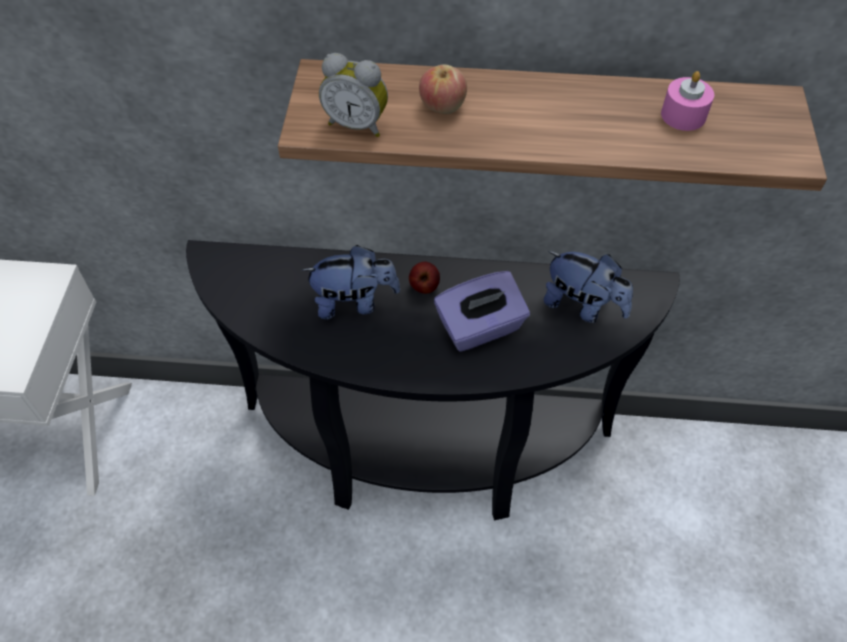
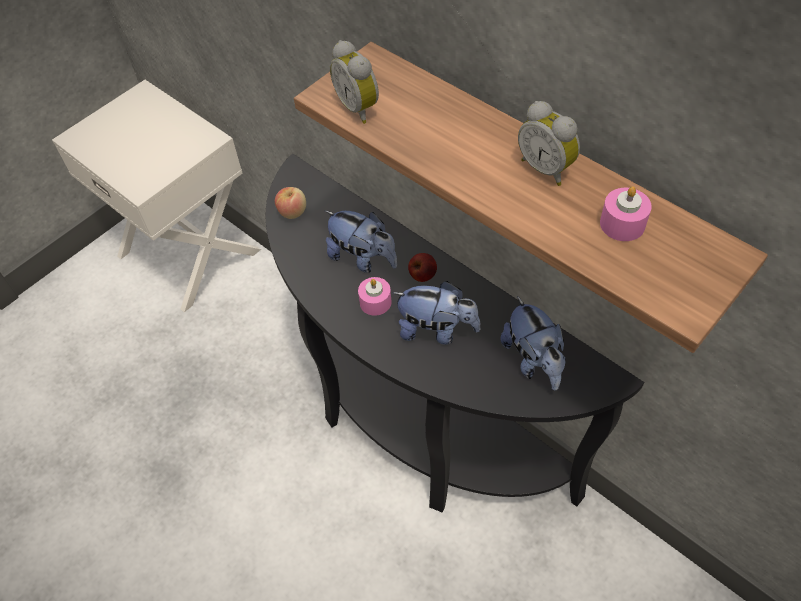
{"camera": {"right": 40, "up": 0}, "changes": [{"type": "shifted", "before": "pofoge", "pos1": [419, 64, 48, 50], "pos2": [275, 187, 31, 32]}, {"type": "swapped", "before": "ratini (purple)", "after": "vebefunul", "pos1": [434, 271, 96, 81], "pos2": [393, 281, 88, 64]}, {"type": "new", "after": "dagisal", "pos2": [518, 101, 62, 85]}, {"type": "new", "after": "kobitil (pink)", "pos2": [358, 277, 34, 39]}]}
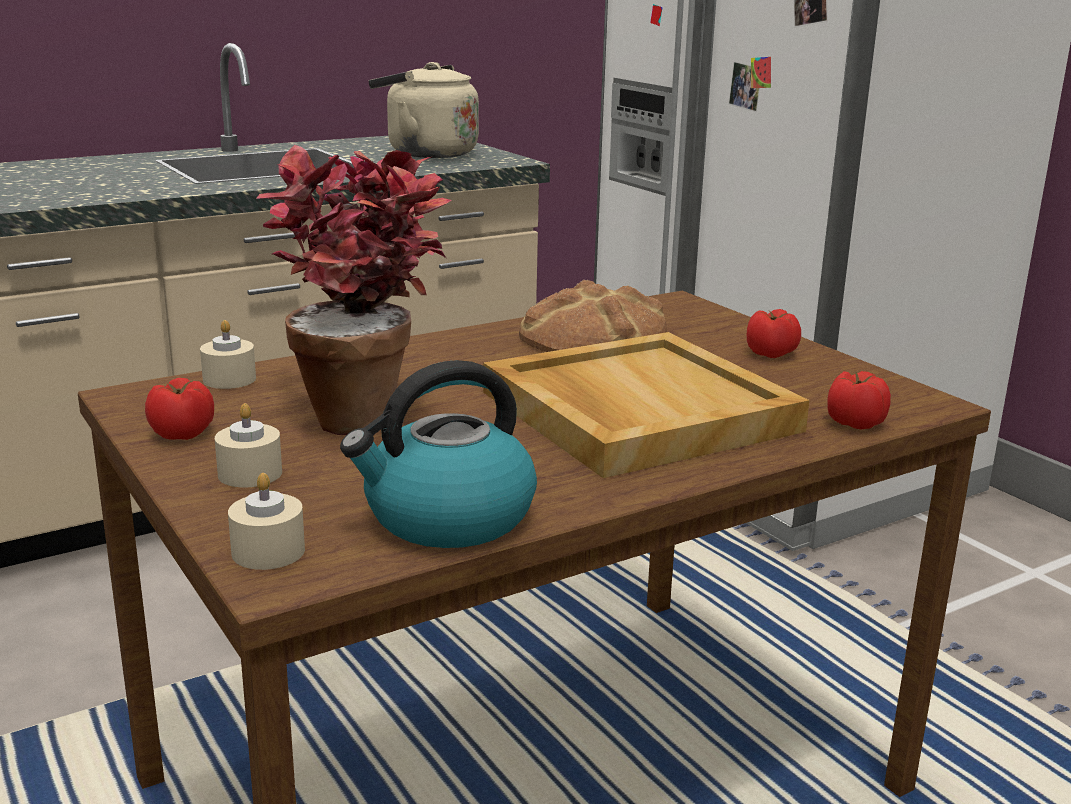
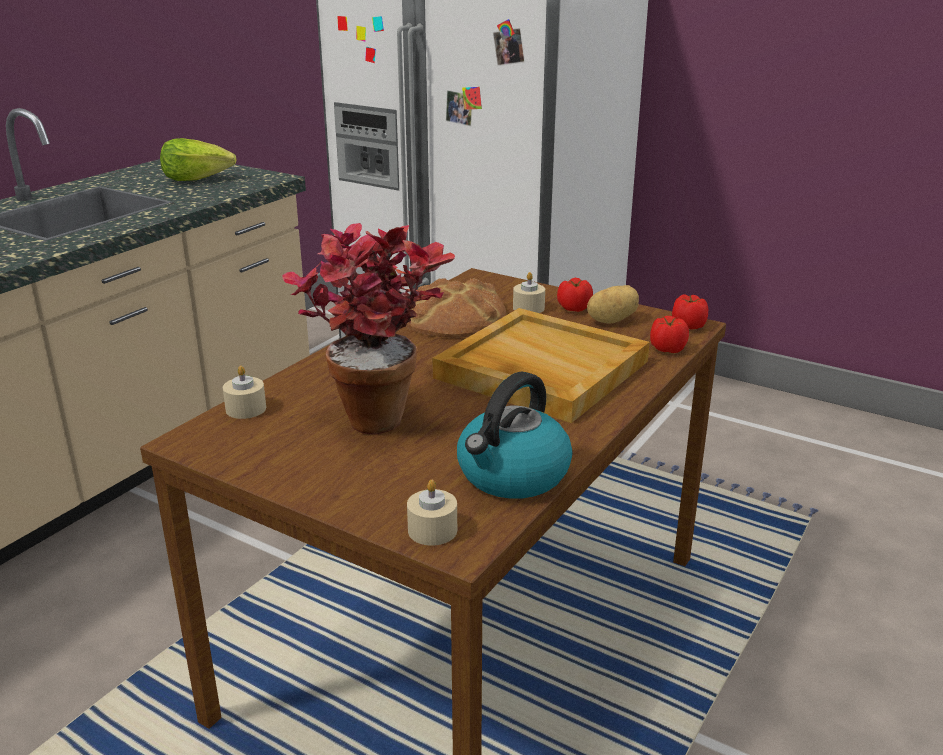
{"camera": {"right": -25, "up": 5}, "changes": [{"type": "swapped", "before": "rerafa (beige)", "after": "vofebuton", "pos1": [369, 62, 110, 96], "pos2": [160, 138, 77, 43]}, {"type": "shifted", "before": "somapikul", "pos1": [145, 378, 69, 62], "pos2": [672, 294, 36, 35]}, {"type": "shifted", "before": "kobitil (beige)", "pos1": [215, 403, 67, 84], "pos2": [513, 272, 32, 41]}, {"type": "new", "after": "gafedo", "pos2": [587, 285, 52, 39]}]}
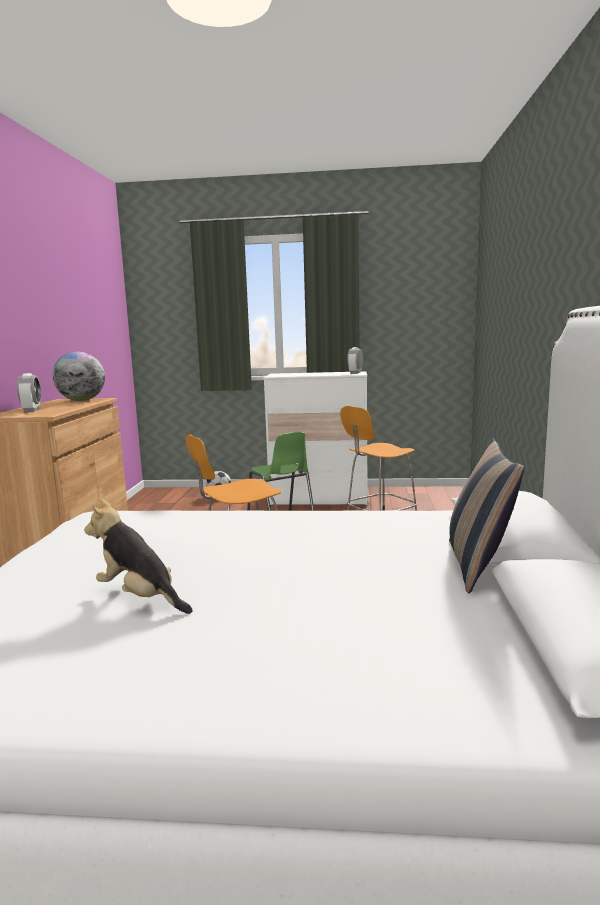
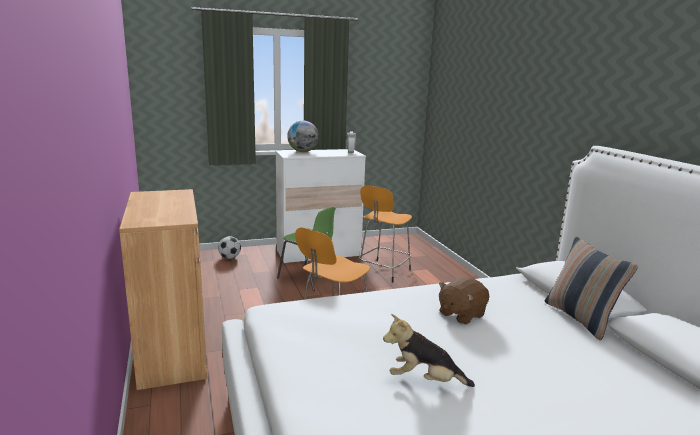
{"camera": {"right": -25, "up": 5}, "changes": [{"type": "shifted", "before": "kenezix", "pos1": [53, 352, 52, 49], "pos2": [287, 121, 32, 31]}, {"type": "gone", "before": "dagisal", "pos1": [17, 373, 24, 39]}, {"type": "new", "after": "vebefunul (brown)", "pos2": [439, 277, 50, 47]}]}
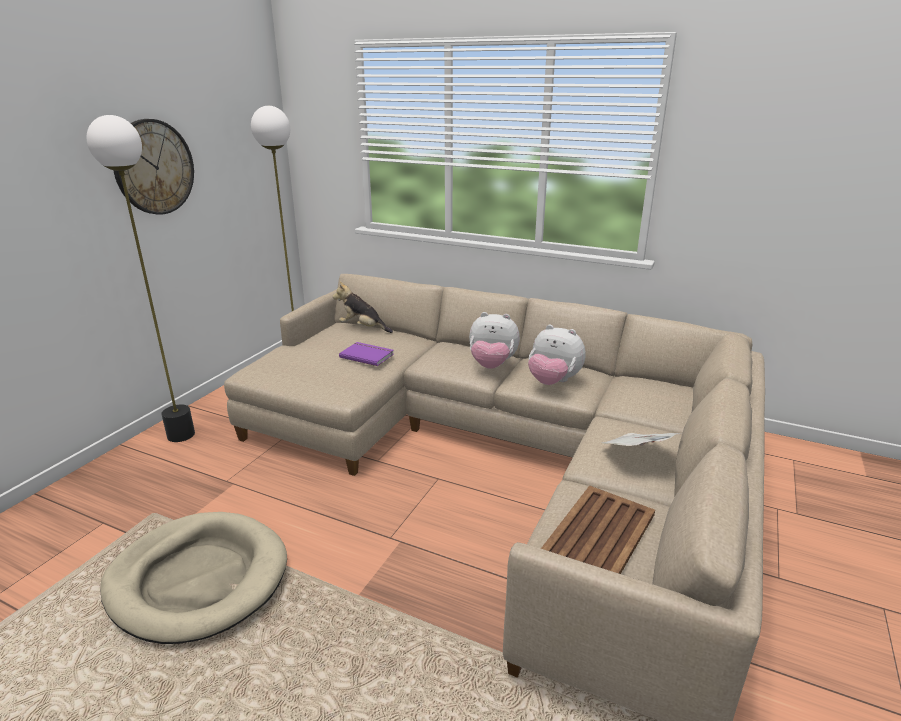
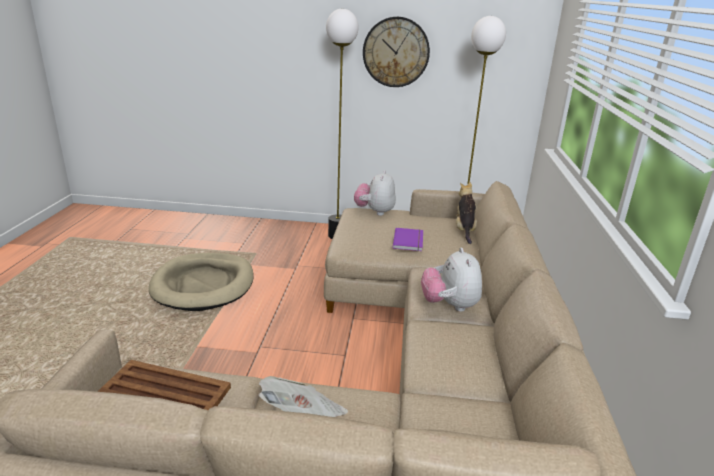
{"camera": {"right": 70, "up": 0}, "changes": [{"type": "shifted", "before": "vebefunul", "pos1": [528, 324, 58, 61], "pos2": [354, 170, 42, 46]}]}
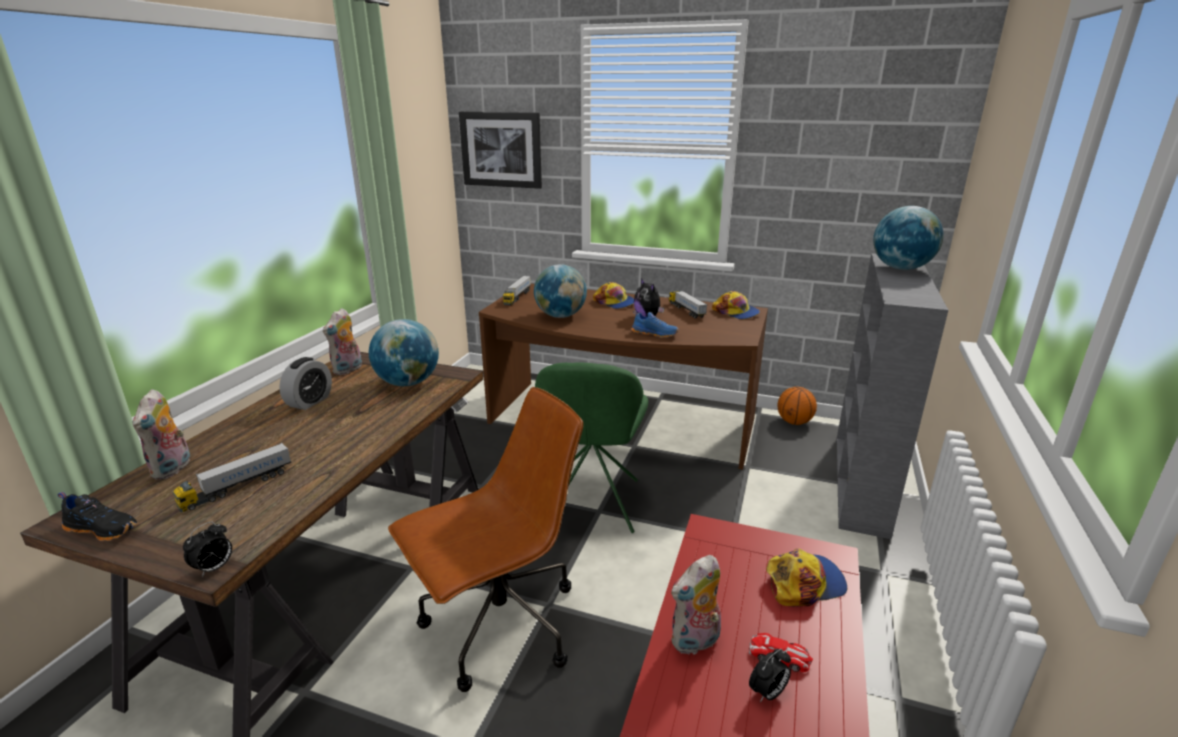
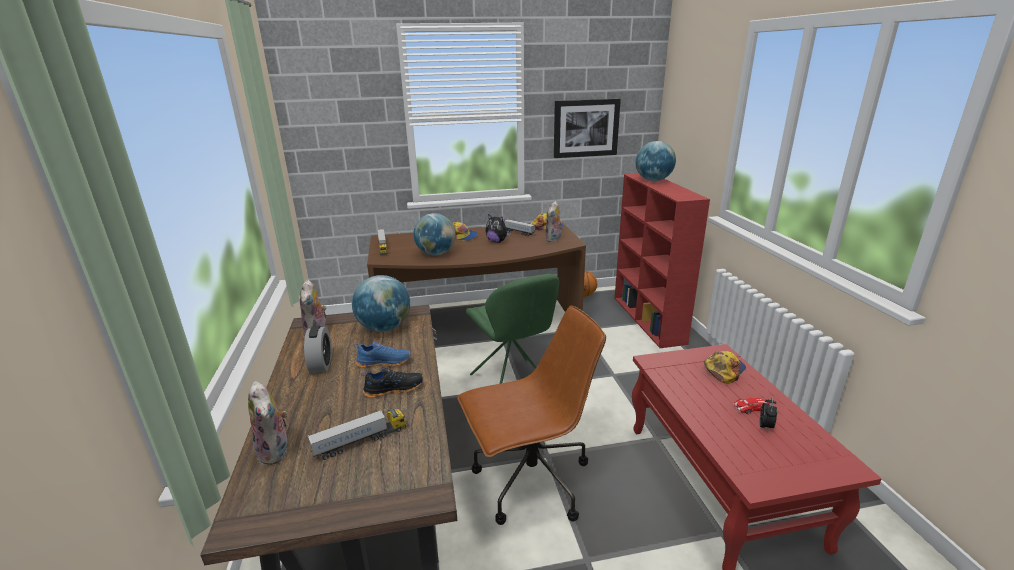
{"camera": {"right": -30, "up": 0}, "changes": [{"type": "shifted", "before": "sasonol", "pos1": [459, 112, 83, 77], "pos2": [554, 98, 67, 60]}, {"type": "repainted", "before": "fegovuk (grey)", "after": "fegovuk (red)", "pos1": [837, 253, 111, 286], "pos2": [615, 173, 95, 175]}, {"type": "shifted", "before": "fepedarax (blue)", "pos1": [632, 311, 47, 27], "pos2": [354, 341, 57, 27]}, {"type": "rotated", "before": "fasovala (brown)", "pos1": [388, 387, 195, 305], "pos2": [457, 306, 149, 219], "turn": 45}, {"type": "rotated", "before": "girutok", "pos1": [172, 443, 119, 69], "pos2": [308, 409, 98, 51], "turn": -135}, {"type": "shifted", "before": "fepedarax (black)", "pos1": [58, 492, 80, 49], "pos2": [361, 367, 62, 31]}, {"type": "gone", "before": "dagisal", "pos1": [183, 522, 49, 55]}, {"type": "shifted", "before": "vebefunul", "pos1": [671, 555, 50, 100], "pos2": [545, 201, 18, 41]}]}
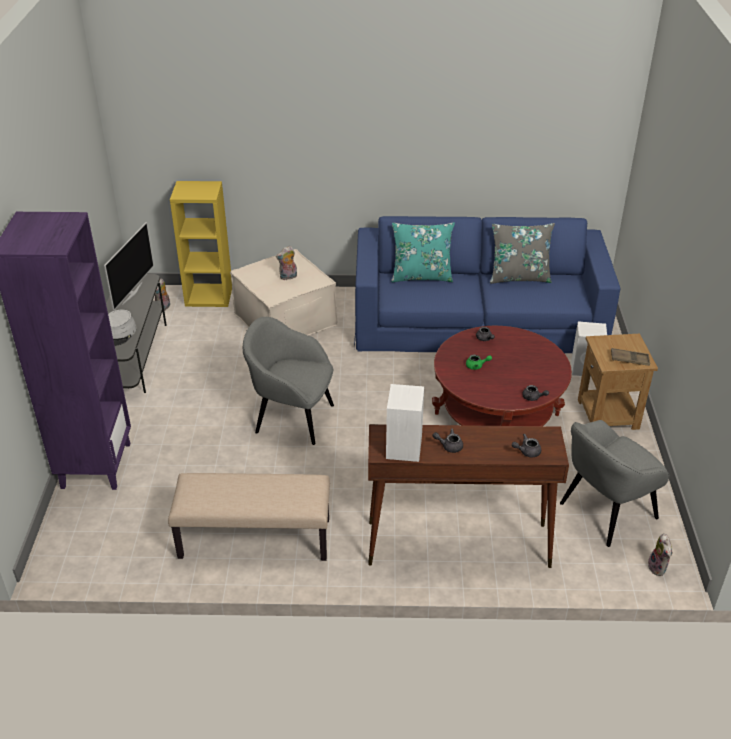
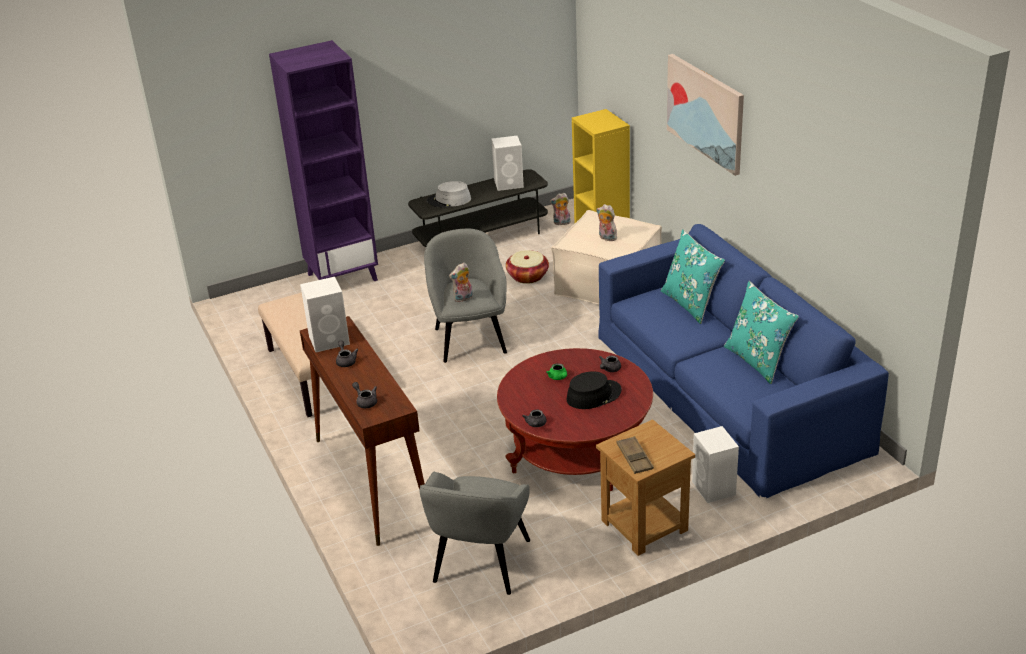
{"camera": {"right": 65, "up": -5}, "changes": [{"type": "swapped", "before": "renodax", "after": "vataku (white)", "pos1": [104, 222, 50, 89], "pos2": [491, 136, 33, 55]}, {"type": "repainted", "before": "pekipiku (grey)", "after": "pekipiku (turquoise)", "pos1": [490, 223, 65, 61], "pos2": [724, 281, 75, 103]}, {"type": "rotated", "before": "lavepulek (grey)", "pos1": [560, 420, 110, 127], "pos2": [419, 472, 111, 123], "turn": -105}, {"type": "shifted", "before": "vebefunul", "pos1": [648, 533, 25, 43], "pos2": [449, 262, 24, 40]}, {"type": "new", "after": "sasonol", "pos2": [667, 54, 77, 122]}, {"type": "new", "after": "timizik", "pos2": [506, 250, 43, 34]}, {"type": "new", "after": "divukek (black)", "pos2": [566, 371, 56, 38]}]}
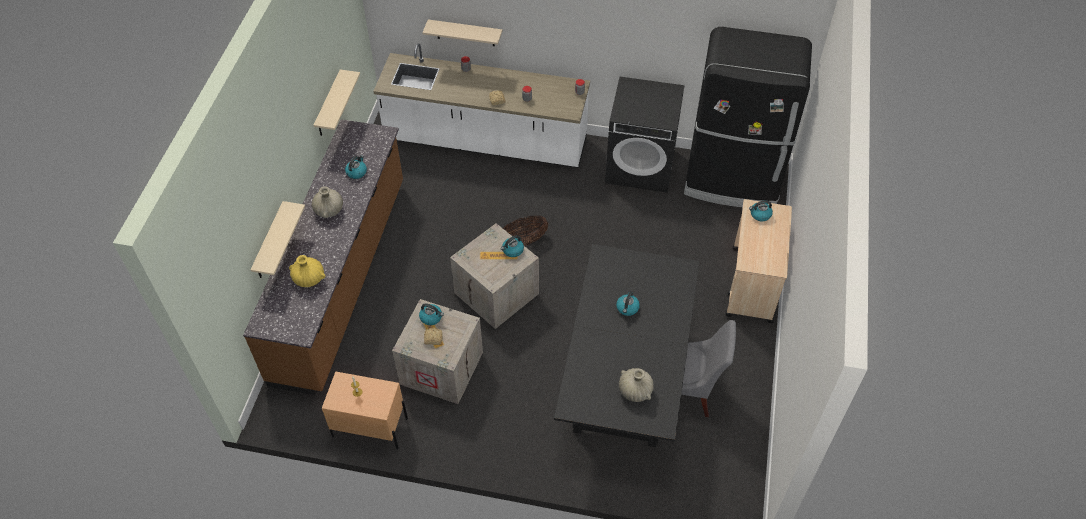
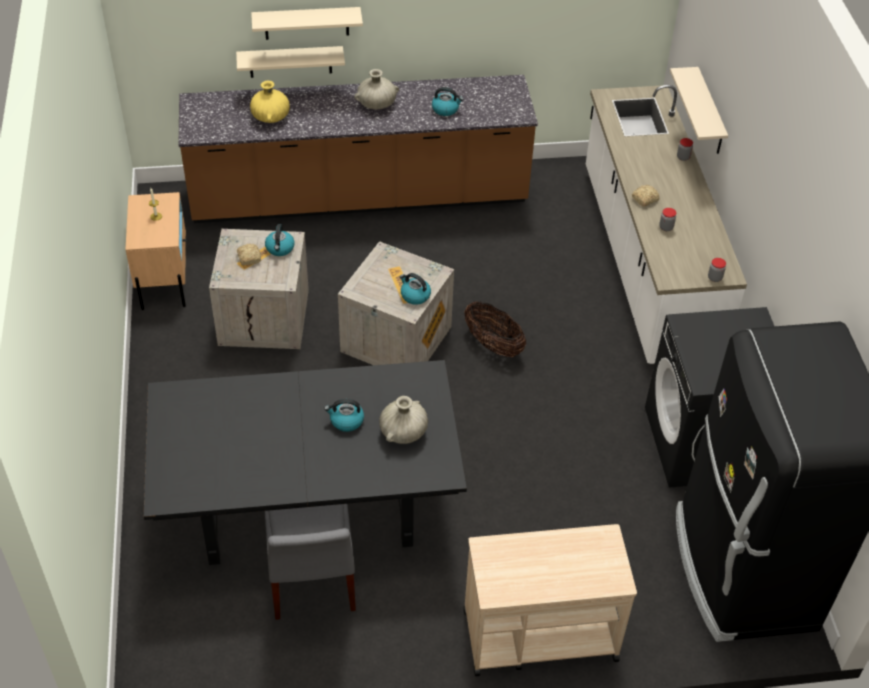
{"camera": {"right": 70, "up": -5}, "changes": [{"type": "shifted", "before": "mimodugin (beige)", "pos1": [314, 69, 46, 67], "pos2": [251, 7, 112, 33]}, {"type": "gone", "before": "rerafa", "pos1": [749, 200, 24, 21]}, {"type": "shifted", "before": "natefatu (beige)", "pos1": [619, 368, 35, 34], "pos2": [379, 396, 49, 48]}]}
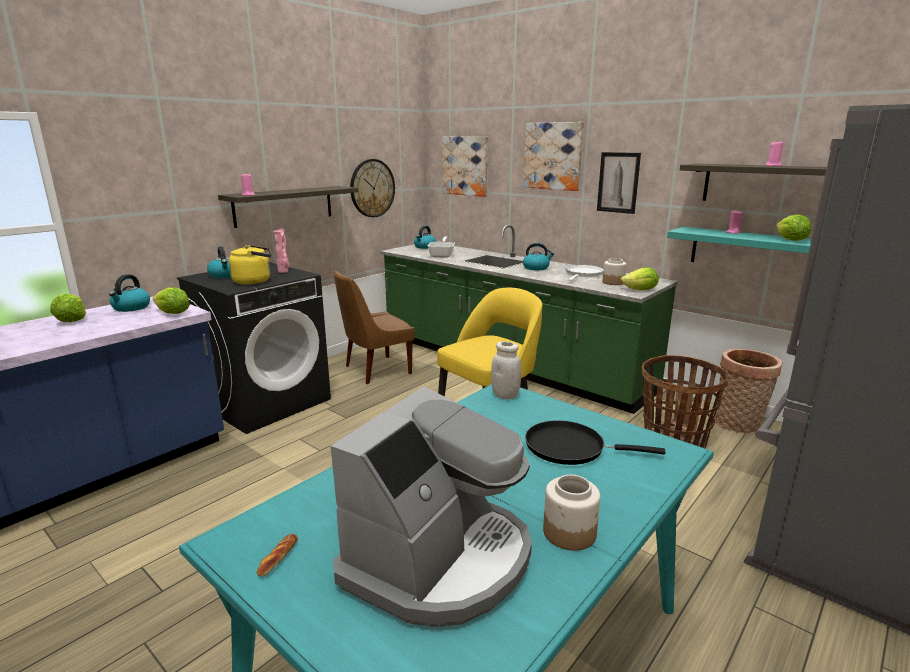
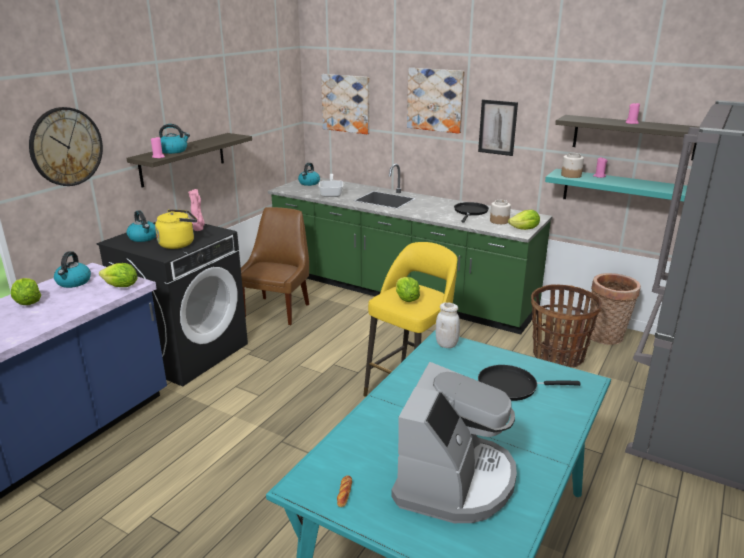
{"camera": {"right": -10, "up": 5}, "changes": [{"type": "shifted", "before": "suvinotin", "pos1": [350, 159, 45, 58], "pos2": [29, 107, 74, 79]}, {"type": "shifted", "before": "vofebuton", "pos1": [776, 215, 35, 26], "pos2": [396, 277, 24, 25]}, {"type": "shifted", "before": "rerafa", "pos1": [523, 243, 31, 27], "pos2": [159, 124, 31, 30]}, {"type": "repainted", "before": "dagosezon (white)", "after": "dagosezon (black)", "pos1": [566, 265, 38, 16], "pos2": [454, 202, 35, 21]}, {"type": "rotated", "before": "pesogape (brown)", "pos1": [333, 270, 81, 114], "pos2": [241, 207, 68, 118], "turn": 150}, {"type": "shifted", "before": "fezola", "pos1": [543, 475, 58, 76], "pos2": [561, 153, 23, 25]}]}
